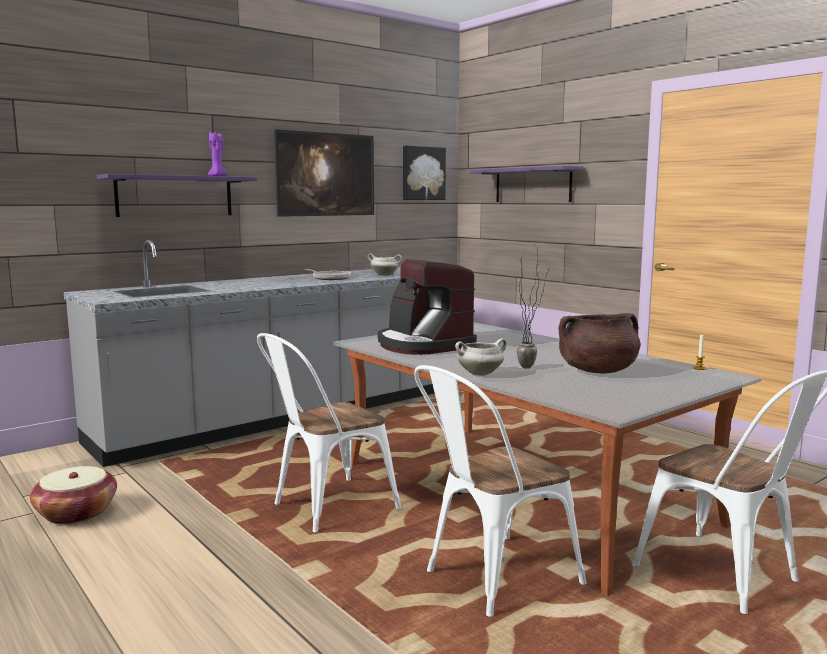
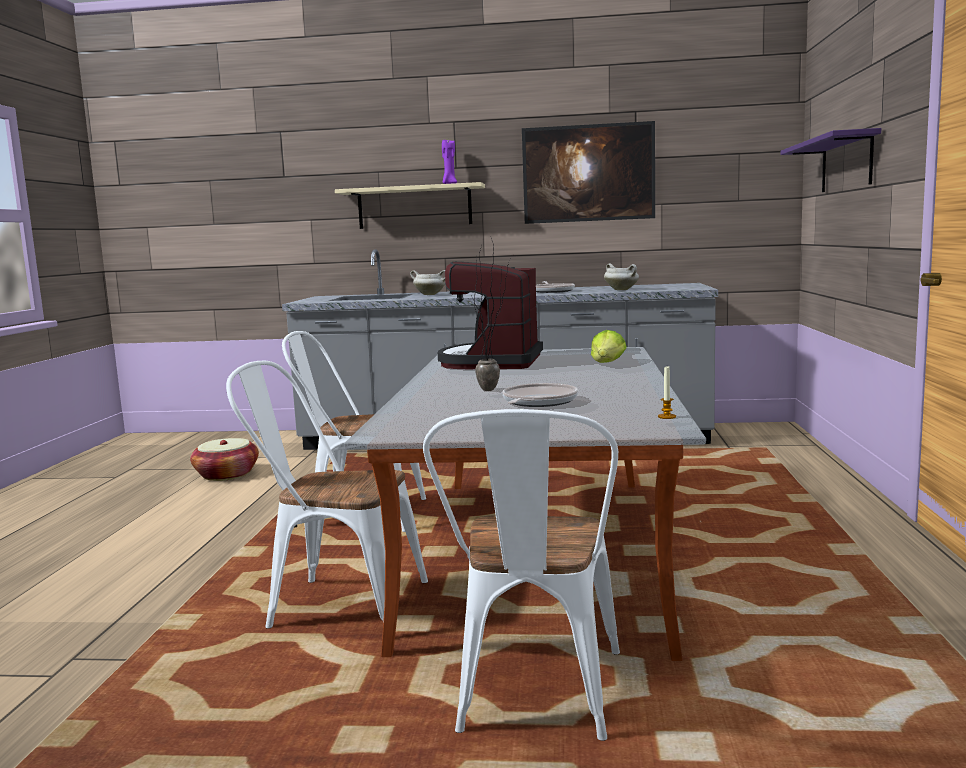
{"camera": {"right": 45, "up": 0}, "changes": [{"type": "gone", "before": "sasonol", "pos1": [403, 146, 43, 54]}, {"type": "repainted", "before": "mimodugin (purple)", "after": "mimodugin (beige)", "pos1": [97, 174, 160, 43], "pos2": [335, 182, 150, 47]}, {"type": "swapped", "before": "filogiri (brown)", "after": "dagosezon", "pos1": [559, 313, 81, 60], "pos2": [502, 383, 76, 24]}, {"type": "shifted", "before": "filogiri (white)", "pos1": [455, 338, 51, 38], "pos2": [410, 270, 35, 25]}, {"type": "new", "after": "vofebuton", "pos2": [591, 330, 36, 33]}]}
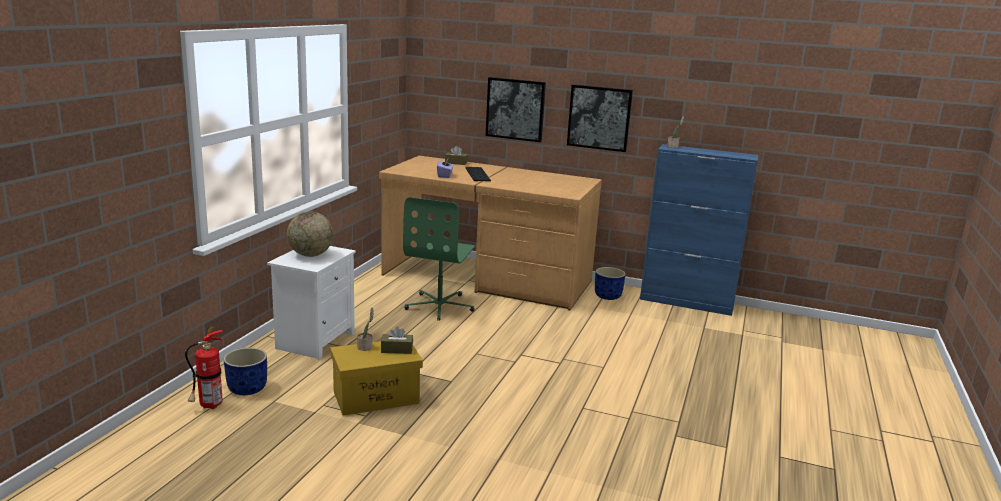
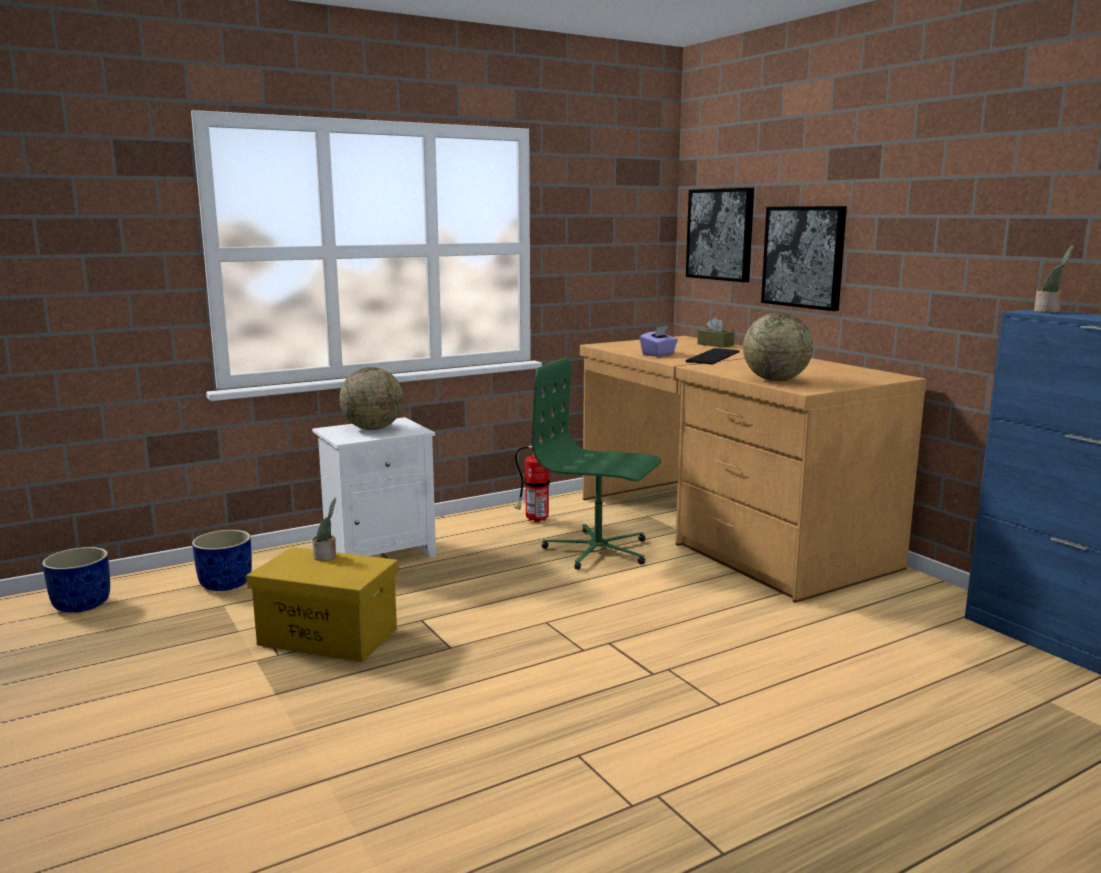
{"camera": {"right": 40, "up": -5}, "changes": [{"type": "shifted", "before": "sasonol", "pos1": [567, 84, 66, 68], "pos2": [686, 188, 68, 94]}, {"type": "rotated", "before": "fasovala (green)", "pos1": [403, 197, 73, 124], "pos2": [532, 358, 129, 212], "turn": 60}, {"type": "shifted", "before": "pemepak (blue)", "pos1": [595, 267, 31, 33], "pos2": [42, 547, 68, 66]}, {"type": "shifted", "before": "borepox", "pos1": [185, 326, 38, 83], "pos2": [514, 435, 36, 88]}, {"type": "gone", "before": "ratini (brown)", "pos1": [381, 327, 32, 27]}, {"type": "new", "after": "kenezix", "pos2": [743, 313, 70, 68]}]}
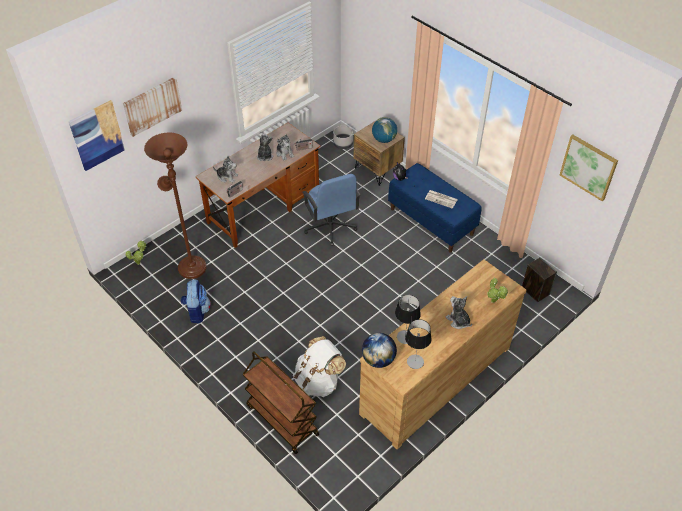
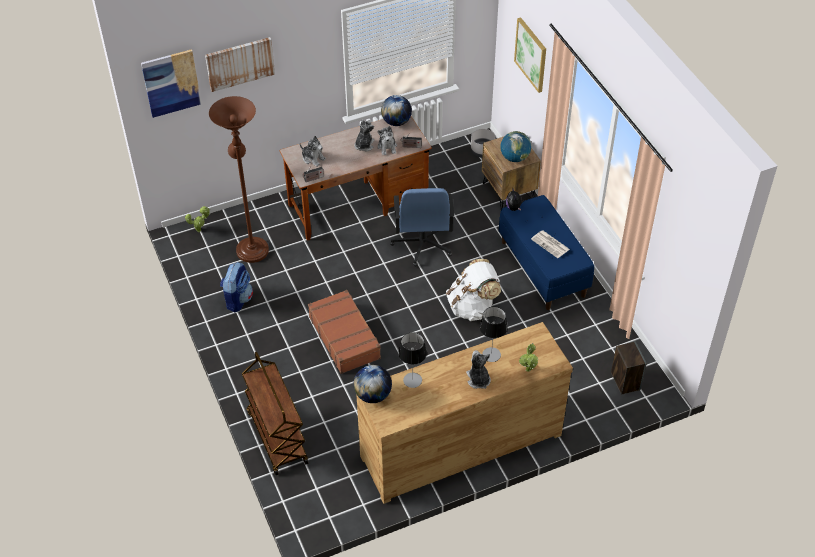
{"camera": {"right": 20, "up": 0}, "changes": [{"type": "shifted", "before": "sasonol", "pos1": [560, 135, 58, 66], "pos2": [514, 17, 32, 76]}, {"type": "shifted", "before": "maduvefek", "pos1": [405, 319, 27, 50], "pos2": [480, 307, 28, 55]}, {"type": "shifted", "before": "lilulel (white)", "pos1": [293, 336, 53, 61], "pos2": [446, 259, 55, 62]}, {"type": "new", "after": "kenezix", "pos2": [381, 95, 31, 31]}, {"type": "new", "after": "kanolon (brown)", "pos2": [308, 290, 73, 84]}]}
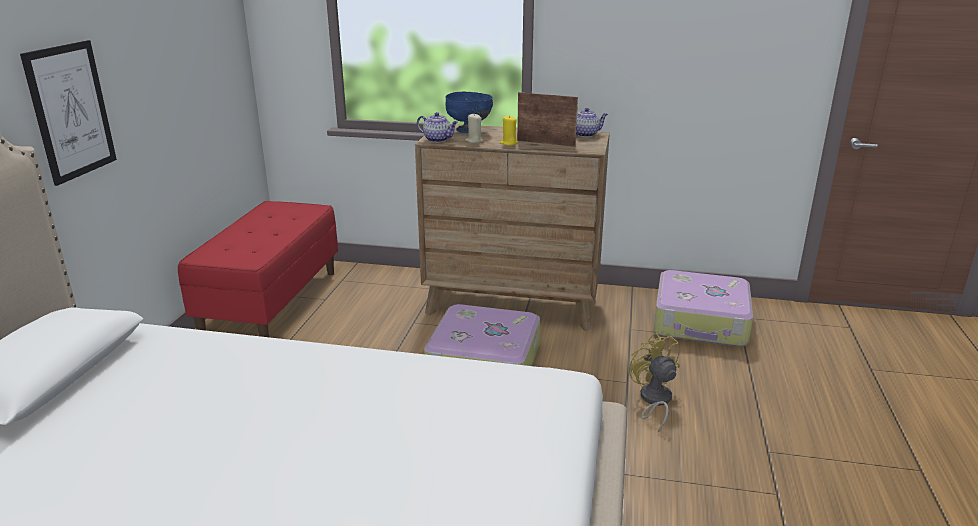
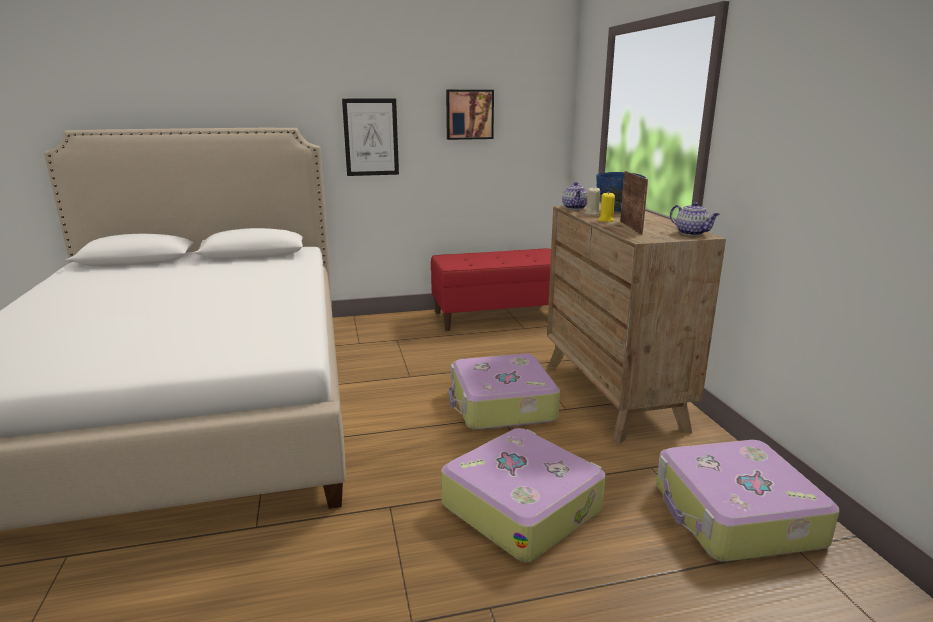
{"camera": {"right": 65, "up": -5}, "changes": [{"type": "swapped", "before": "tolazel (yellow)", "after": "kanolon", "pos1": [629, 333, 51, 99], "pos2": [441, 428, 165, 134]}, {"type": "new", "after": "sasonol", "pos2": [446, 90, 48, 50]}]}
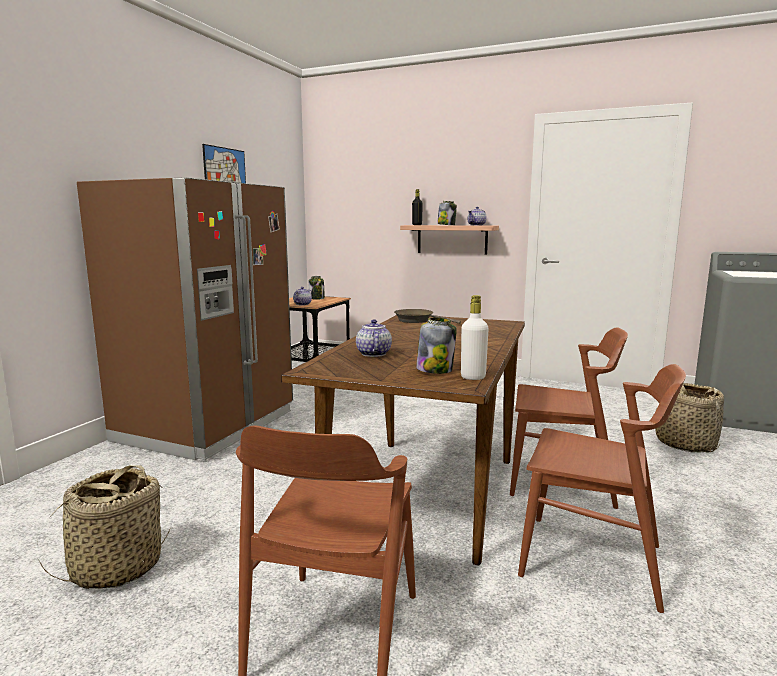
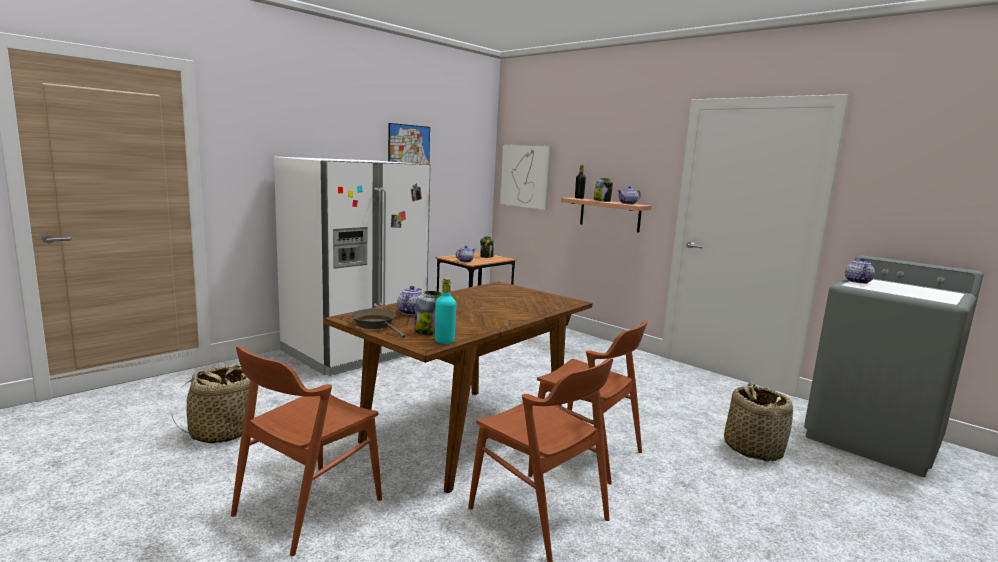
{"camera": {"right": 20, "up": 0}, "changes": [{"type": "repainted", "before": "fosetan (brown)", "after": "fosetan (white)", "pos1": [77, 177, 216, 283], "pos2": [274, 157, 156, 219]}, {"type": "repainted", "before": "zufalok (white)", "after": "zufalok (turquoise)", "pos1": [461, 295, 28, 85], "pos2": [435, 278, 21, 66]}, {"type": "shifted", "before": "dagosezon (brown)", "pos1": [394, 309, 67, 15], "pos2": [351, 309, 54, 29]}, {"type": "new", "after": "sasonol", "pos2": [500, 145, 52, 65]}, {"type": "new", "after": "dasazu", "pos2": [845, 258, 30, 26]}]}
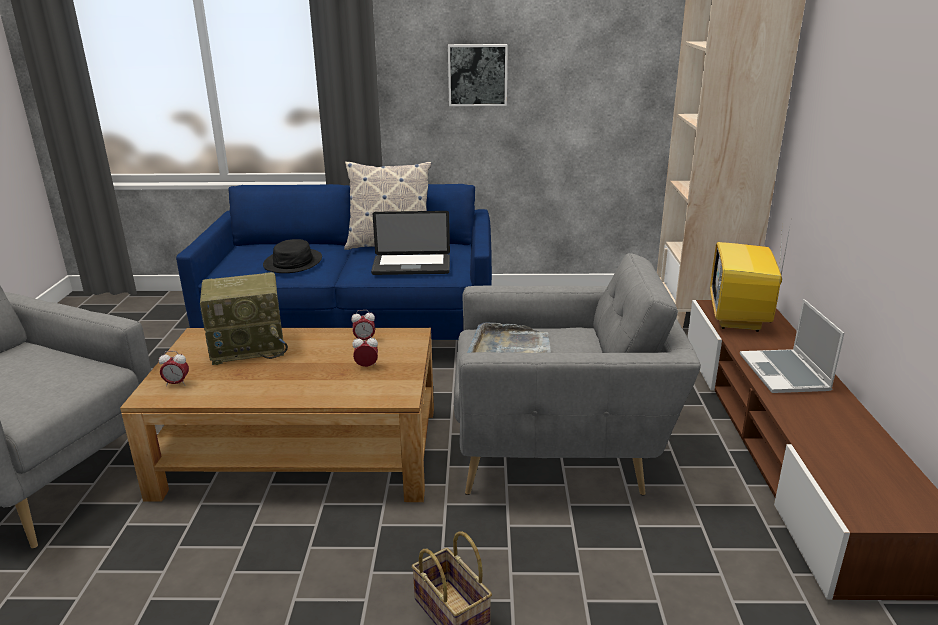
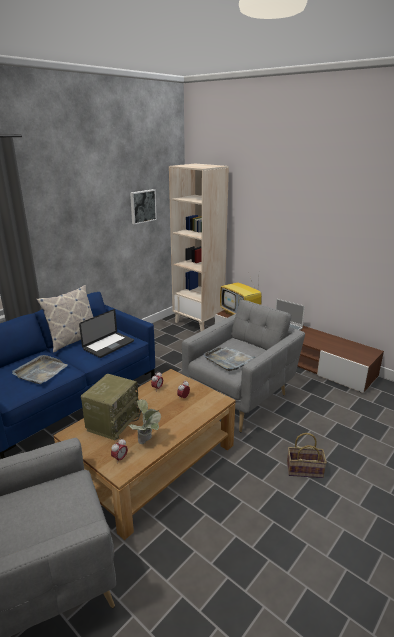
{"camera": {"right": -50, "up": 0}, "changes": [{"type": "shifted", "before": "sasonol", "pos1": [448, 44, 60, 62], "pos2": [130, 189, 27, 36]}, {"type": "swapped", "before": "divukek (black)", "after": "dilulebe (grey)", "pos1": [263, 239, 59, 34], "pos2": [12, 355, 56, 29]}, {"type": "new", "after": "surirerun", "pos2": [128, 399, 33, 45]}]}
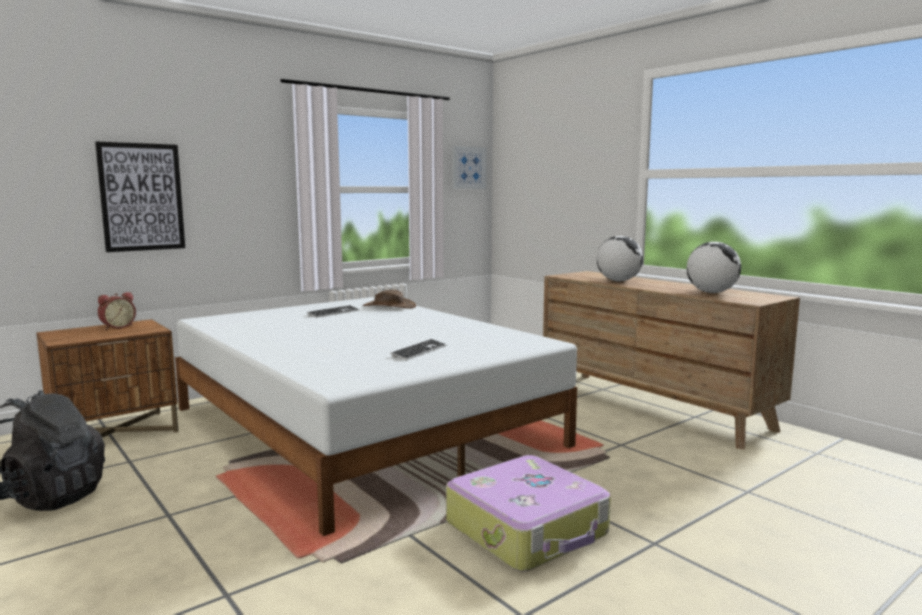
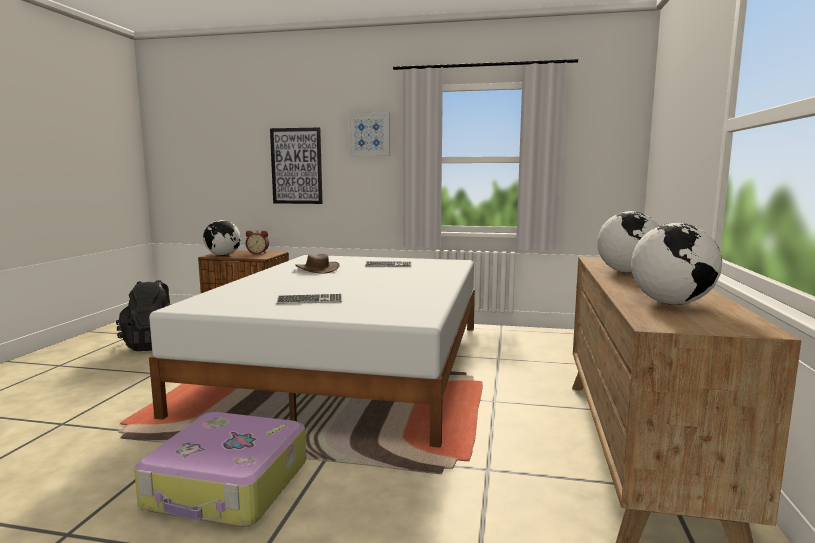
{"camera": {"right": 50, "up": 0}, "changes": [{"type": "shifted", "before": "sasonol", "pos1": [453, 146, 34, 43], "pos2": [348, 112, 42, 44]}, {"type": "shifted", "before": "divukek (brown)", "pos1": [363, 289, 53, 19], "pos2": [295, 254, 45, 20]}, {"type": "new", "after": "kenezix", "pos2": [203, 220, 38, 36]}]}
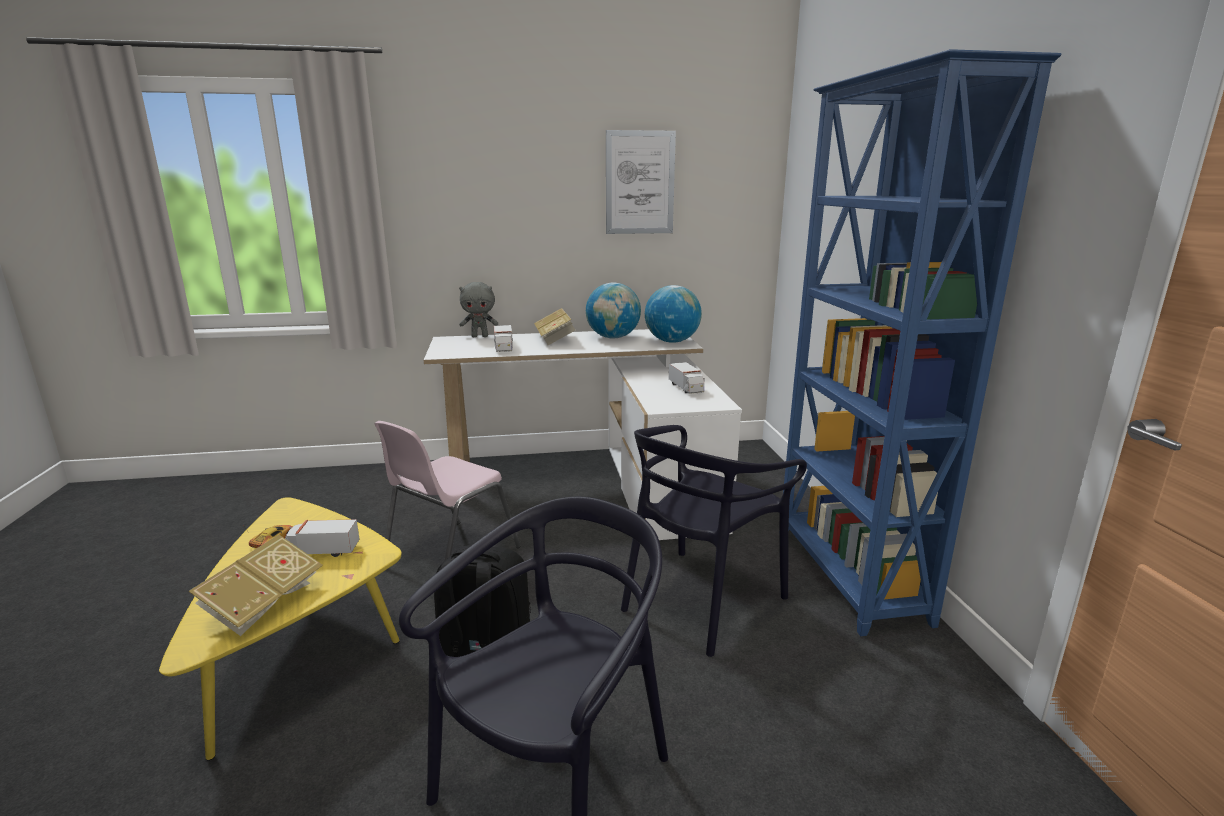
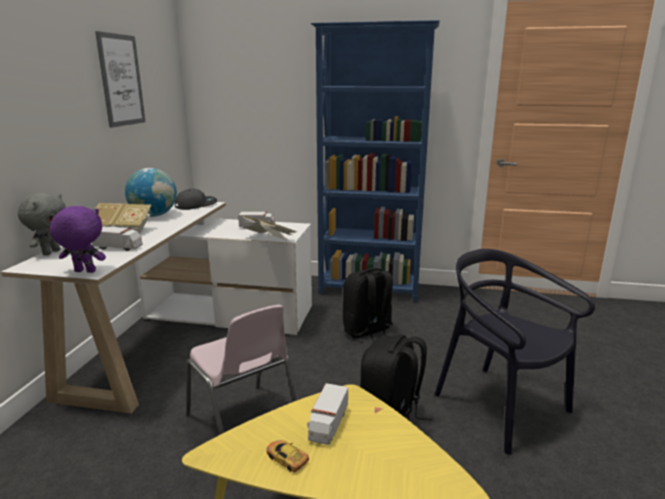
{"camera": {"right": -70, "up": 0}, "changes": [{"type": "swapped", "before": "kenezix", "after": "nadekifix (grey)", "pos1": [645, 285, 57, 58], "pos2": [175, 189, 42, 21]}, {"type": "swapped", "before": "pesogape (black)", "after": "lilulel (black)", "pos1": [621, 425, 186, 232], "pos2": [343, 268, 50, 74]}, {"type": "shifted", "before": "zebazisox", "pos1": [189, 535, 134, 101], "pos2": [242, 216, 55, 26]}, {"type": "new", "after": "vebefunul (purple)", "pos2": [50, 206, 56, 67]}]}
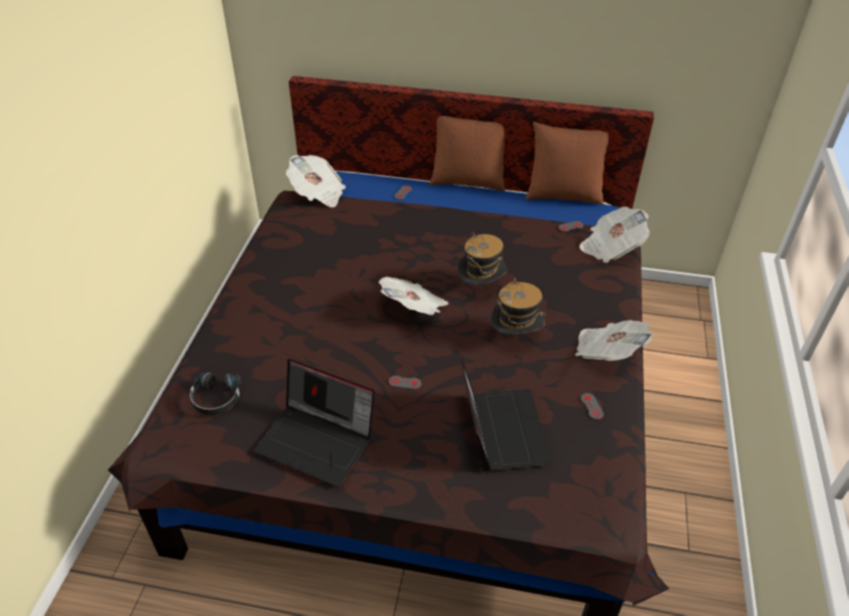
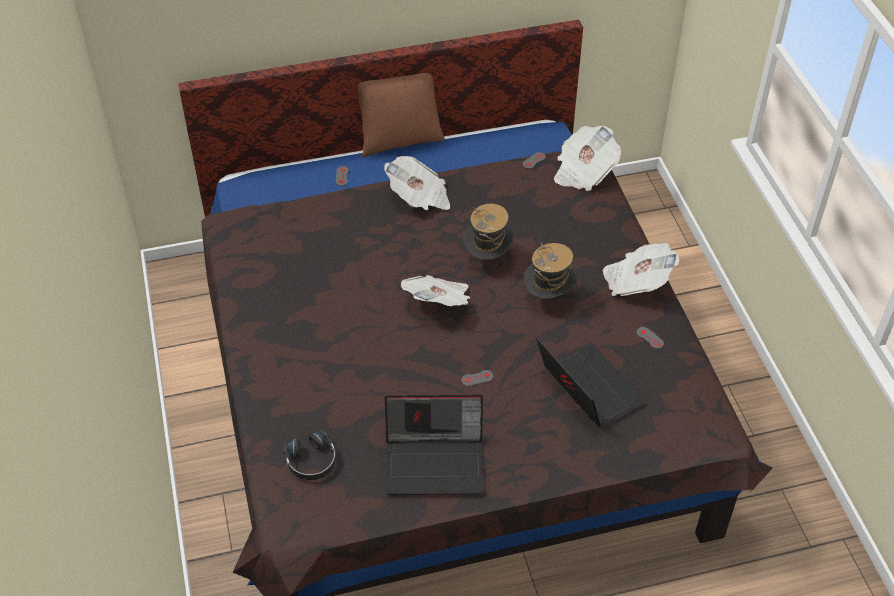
{"camera": {"right": -25, "up": 5}, "changes": [{"type": "gone", "before": "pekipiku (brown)", "pos1": [525, 122, 84, 83]}, {"type": "shifted", "before": "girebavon", "pos1": [286, 155, 60, 53], "pos2": [384, 156, 67, 54]}]}
